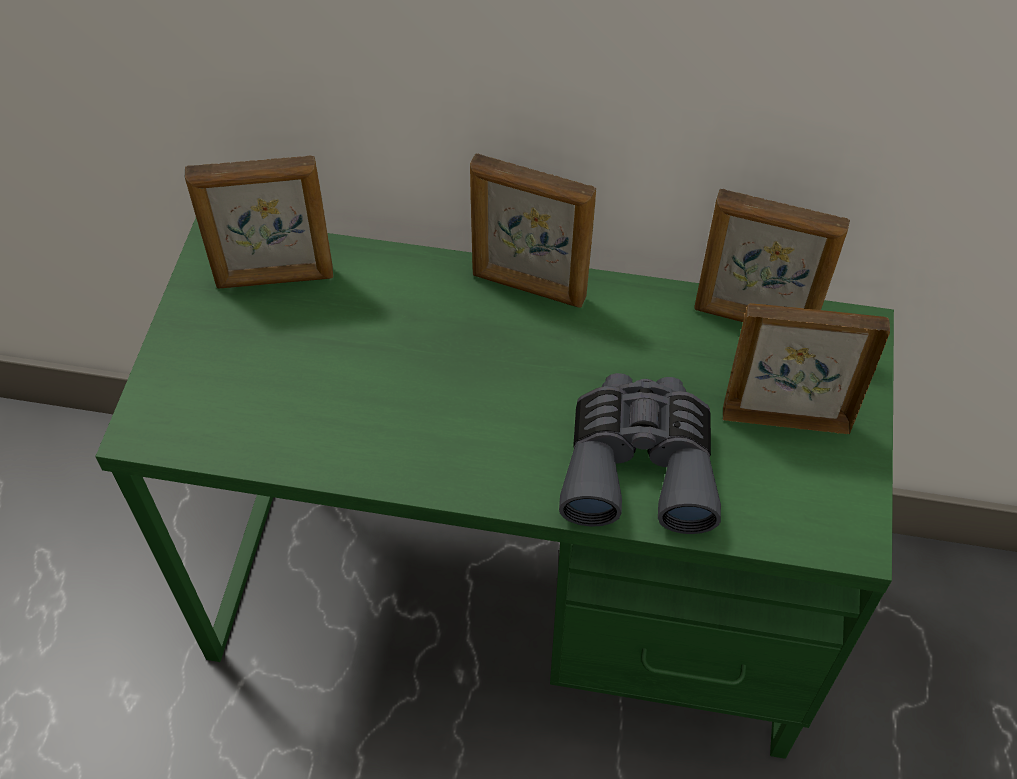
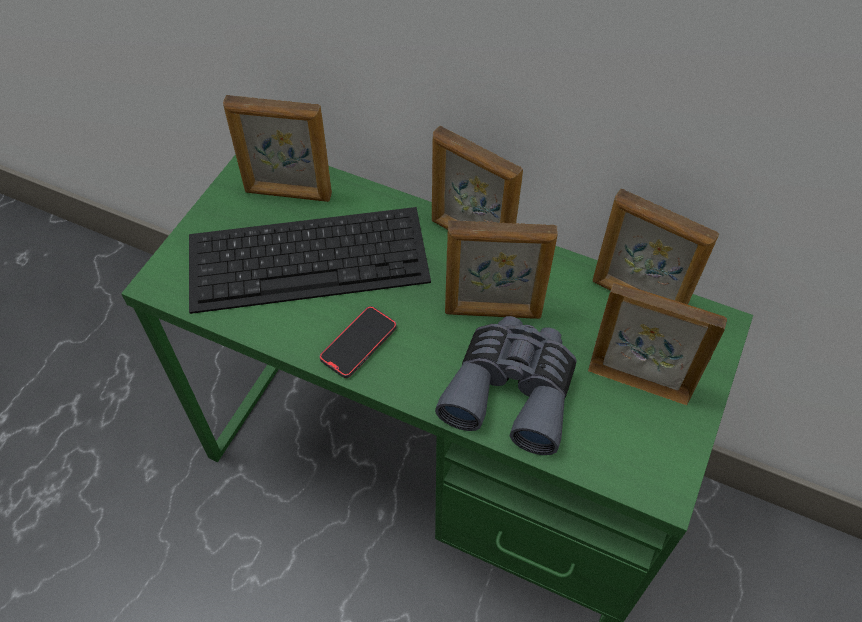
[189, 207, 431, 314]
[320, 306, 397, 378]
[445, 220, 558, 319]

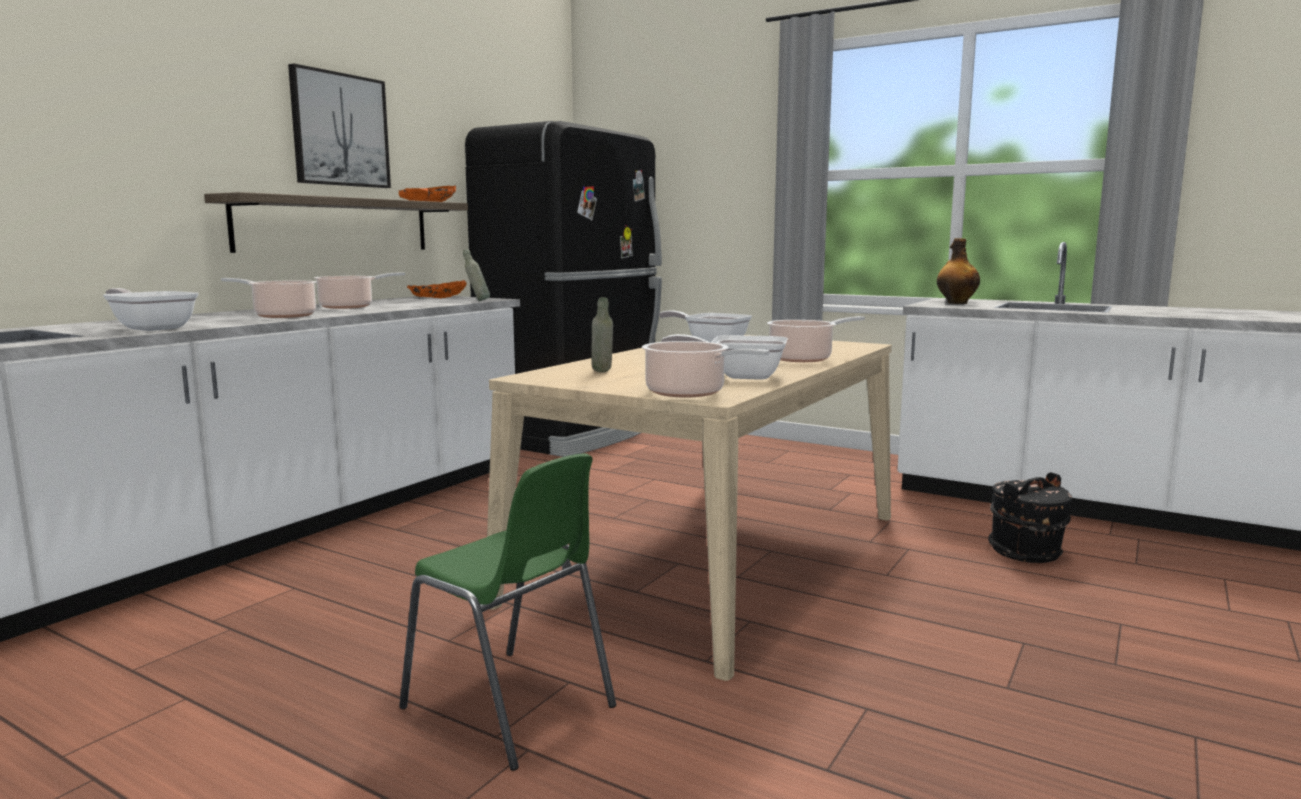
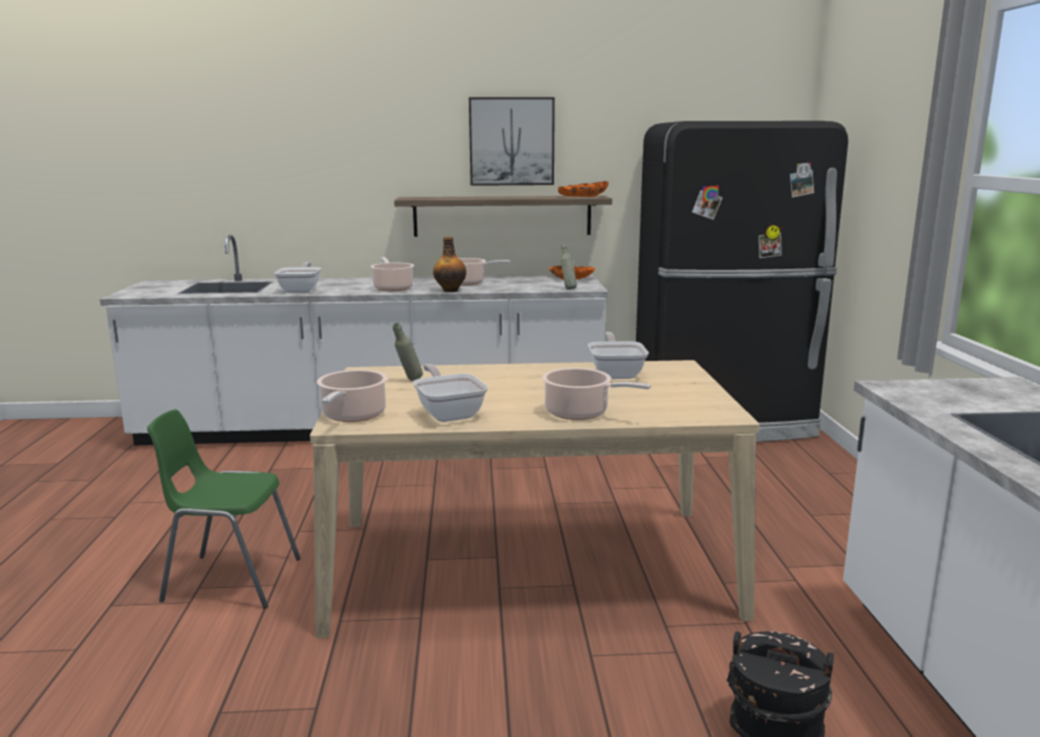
[433, 237, 466, 292]
[147, 409, 301, 609]

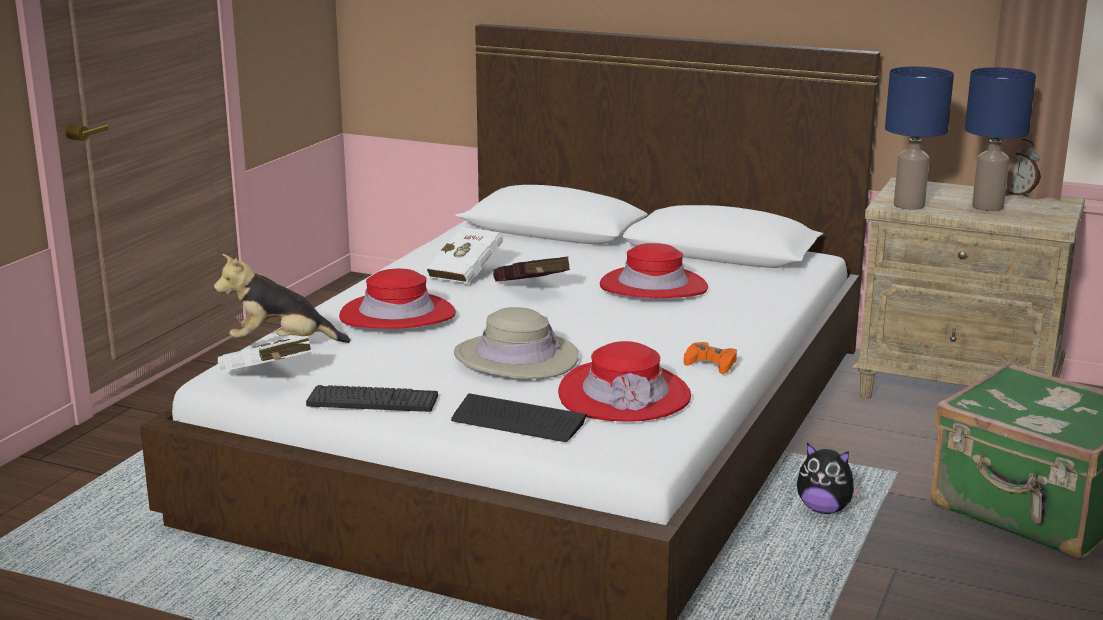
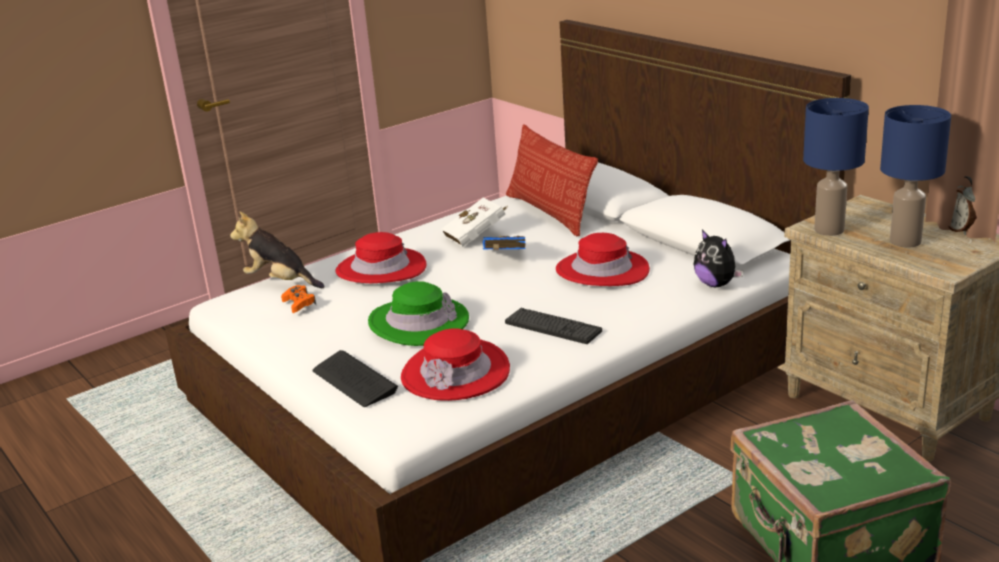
[218, 336, 312, 371] (first image)
[506, 125, 598, 236]
[505, 308, 602, 344]
[281, 285, 316, 313]
[694, 229, 743, 287]
[368, 281, 469, 346]
[483, 236, 525, 250]

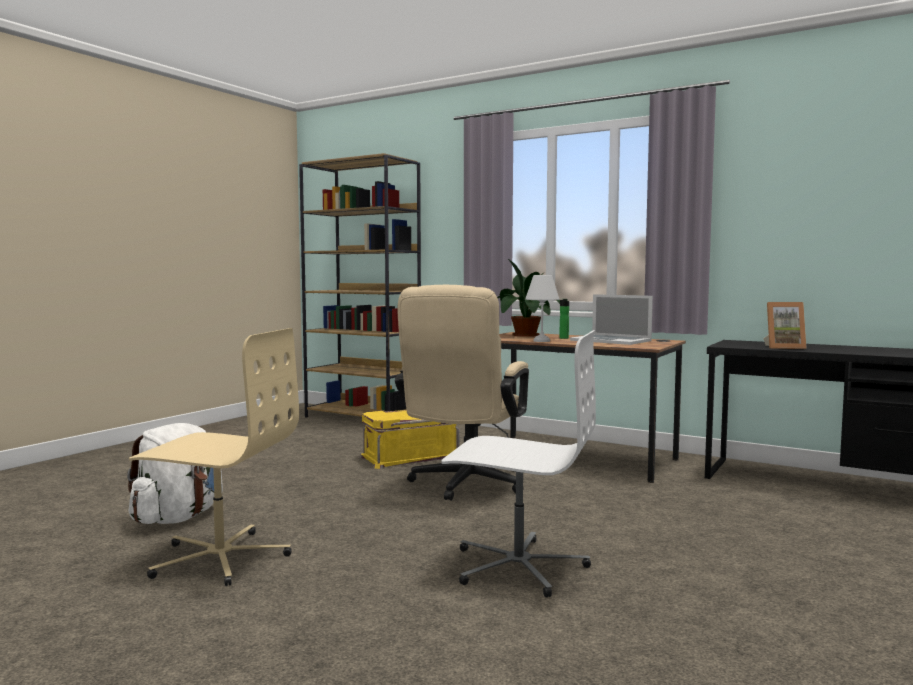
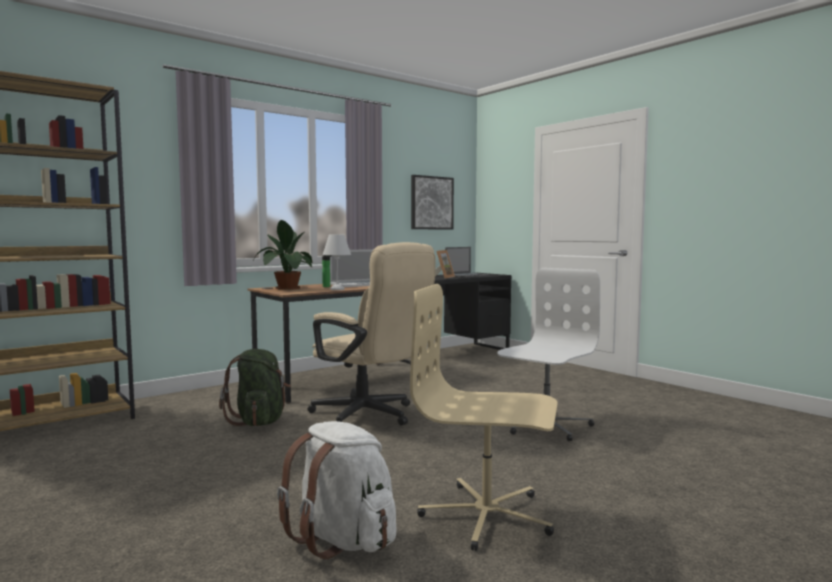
[411, 175, 454, 230]
[445, 247, 490, 278]
[219, 349, 291, 426]
[410, 284, 558, 551]

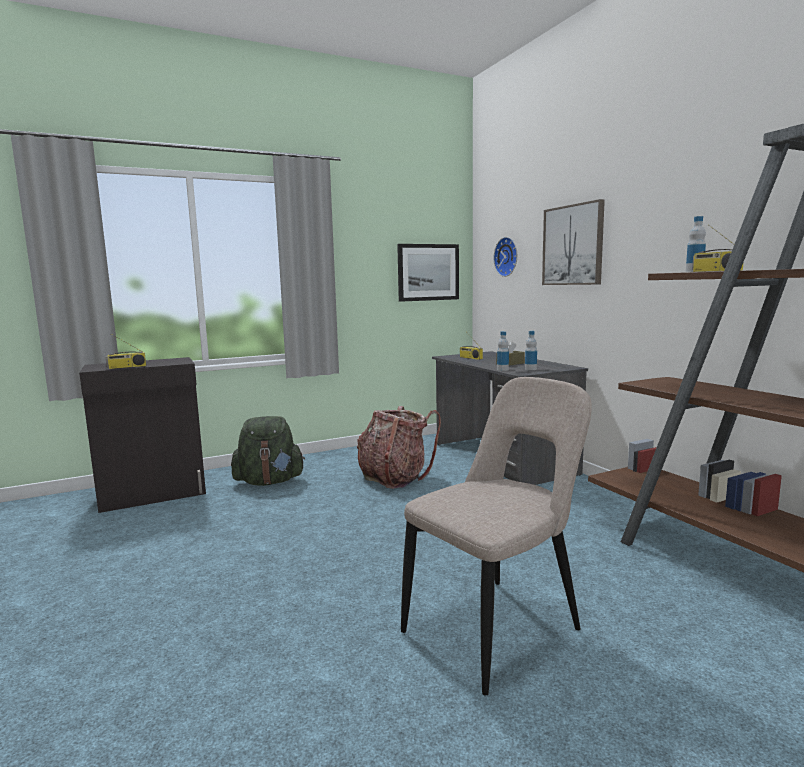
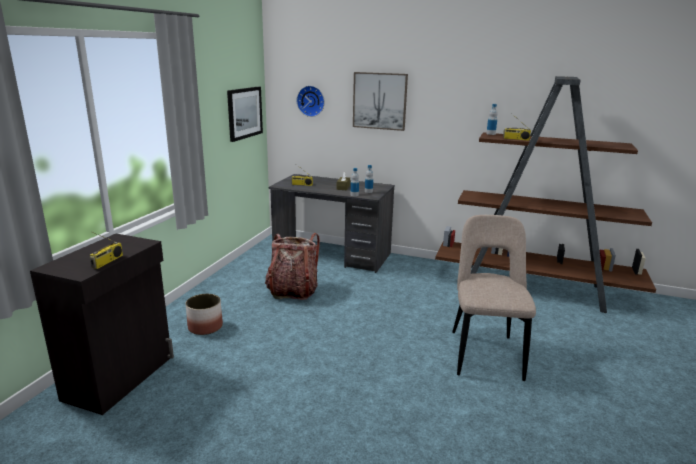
[186, 294, 223, 335]

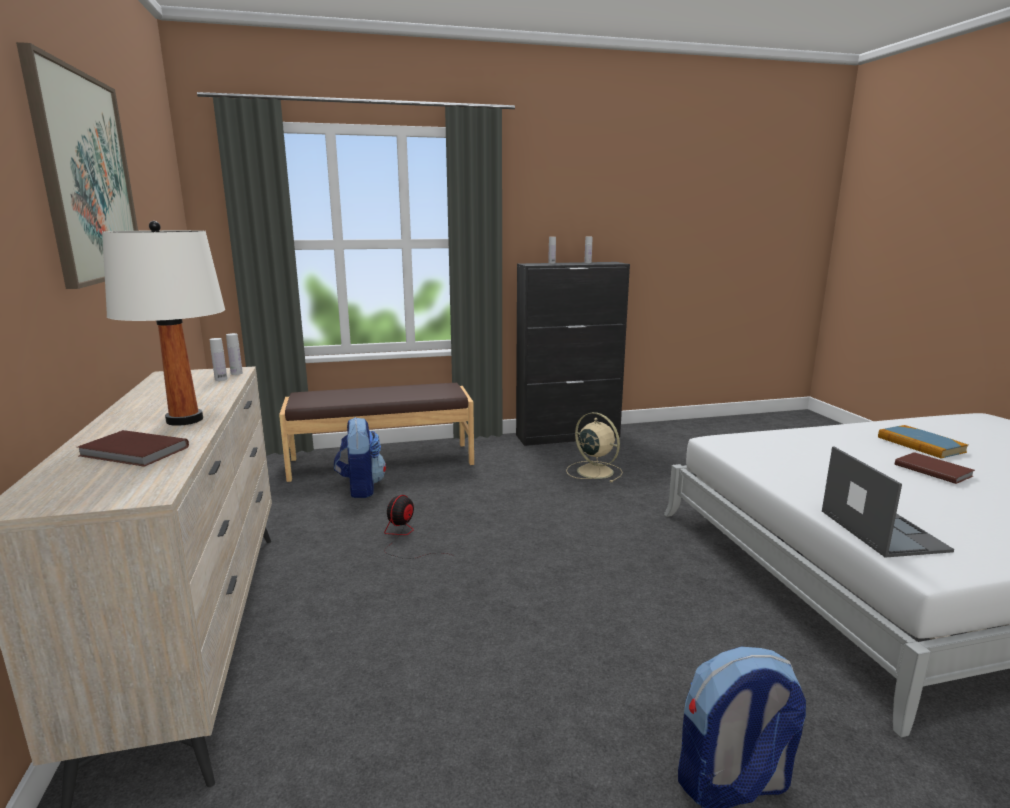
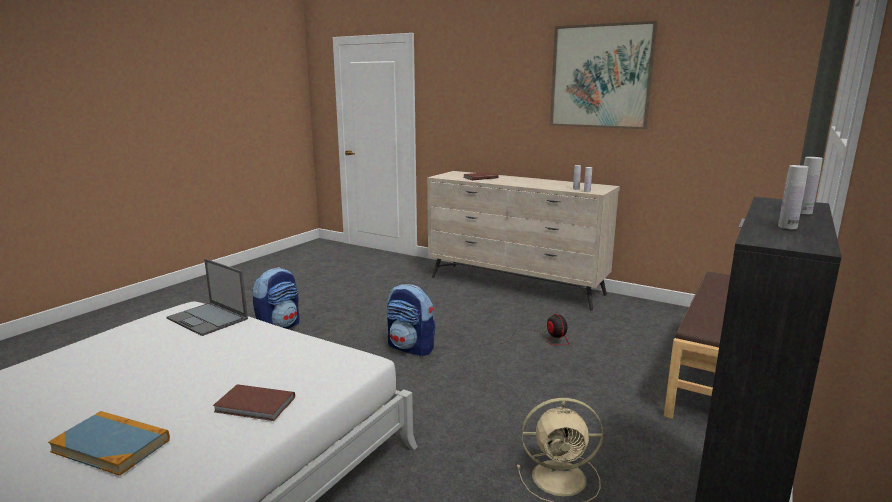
[102, 221, 225, 426] (first image)
[387, 284, 436, 356]
[213, 384, 295, 421]

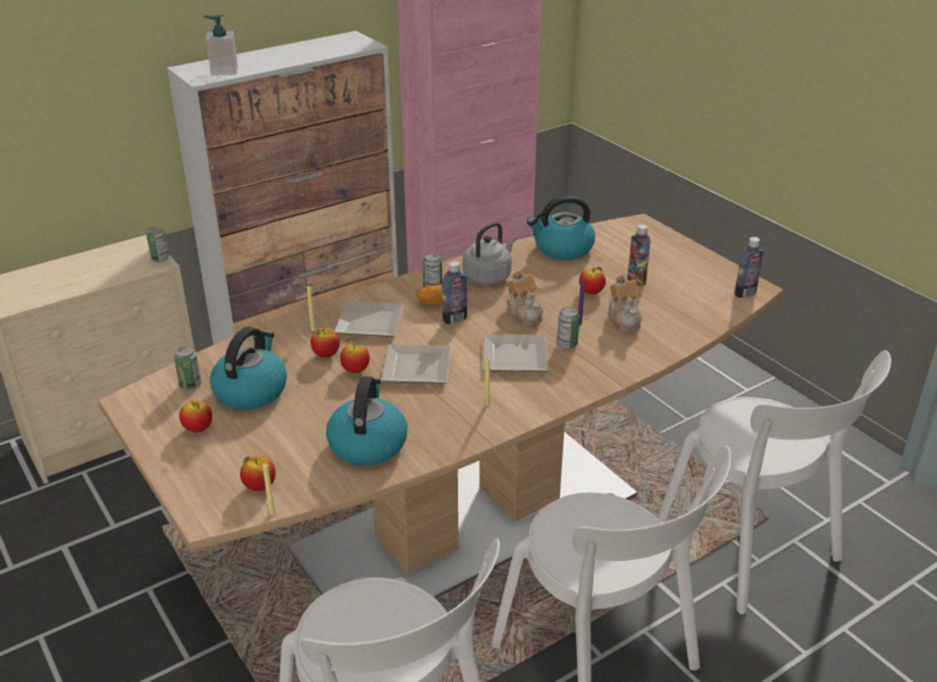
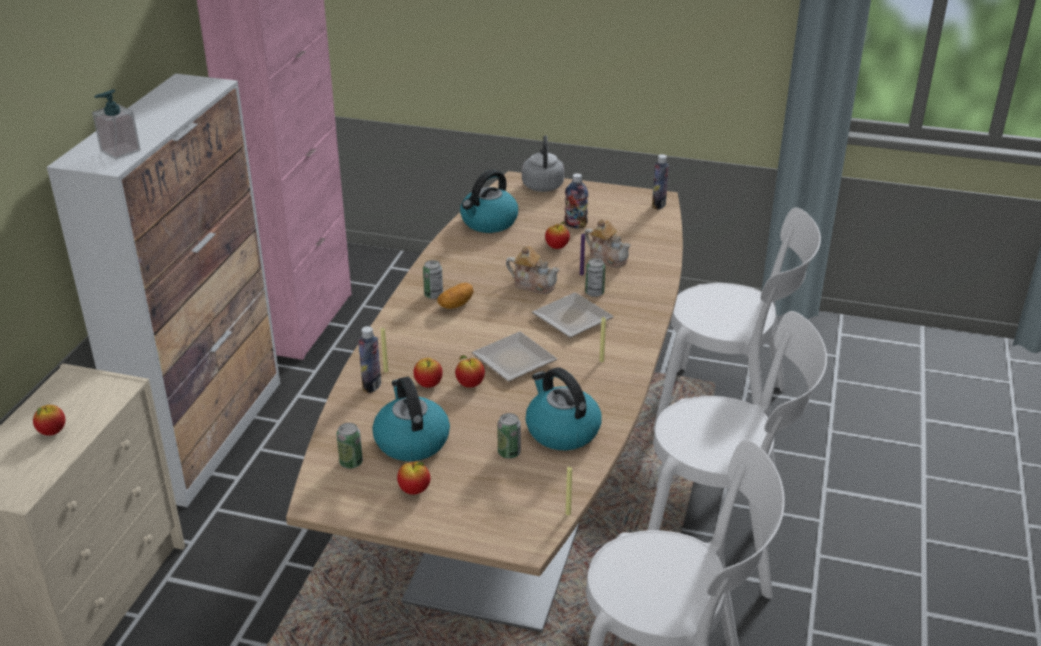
[335, 301, 404, 337] (first image)
[497, 413, 521, 459]
[33, 405, 65, 436]
[358, 326, 381, 393]
[522, 135, 564, 192]

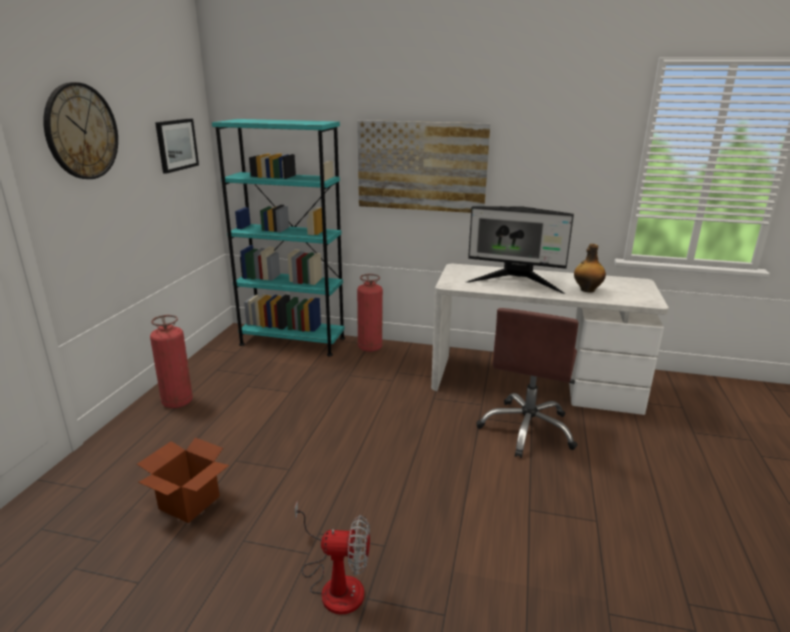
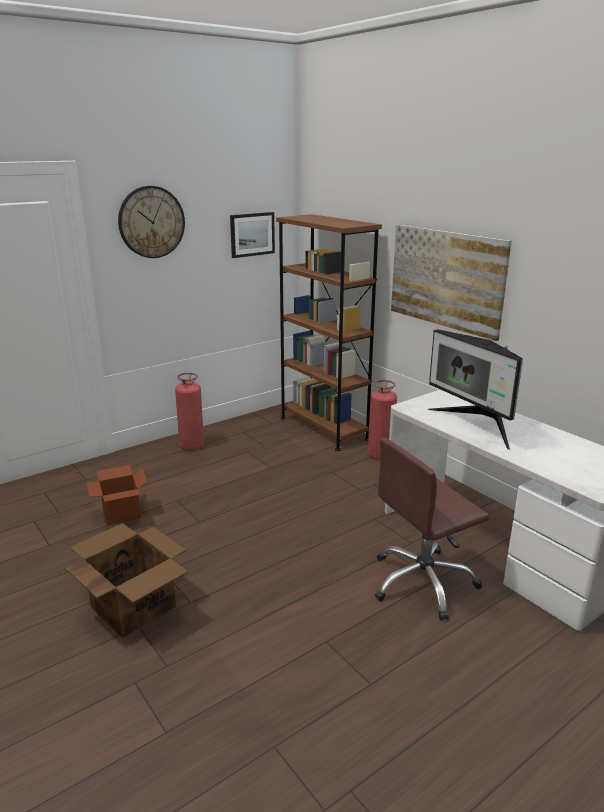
[574, 244, 606, 292] (first image)
[66, 523, 188, 638]
[276, 214, 382, 451]

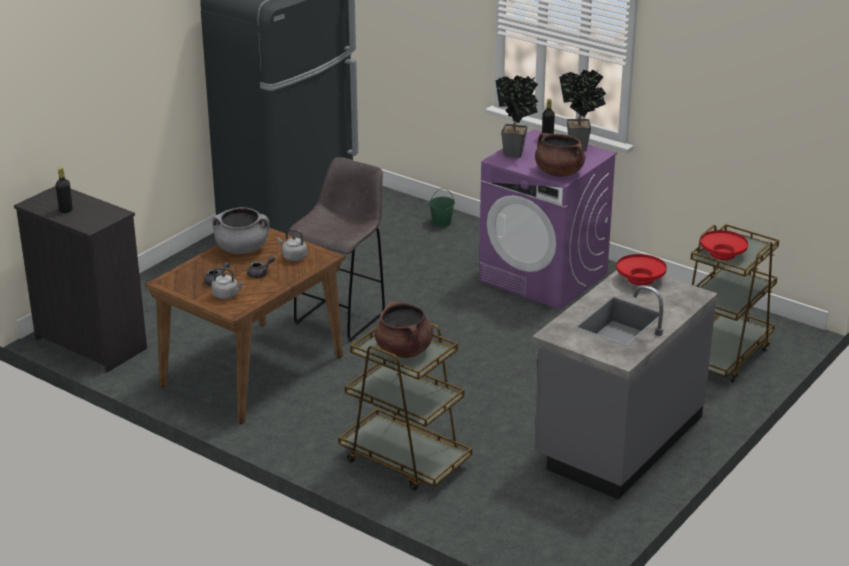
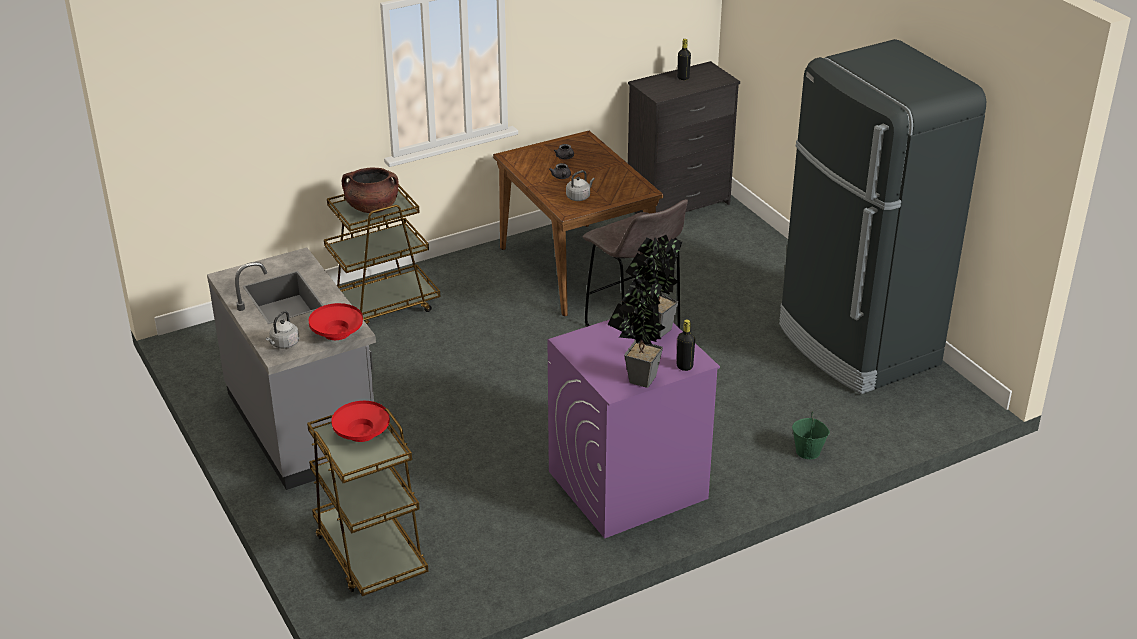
[212, 207, 270, 254] (first image)
[535, 133, 585, 177] (first image)
[266, 311, 299, 349]

